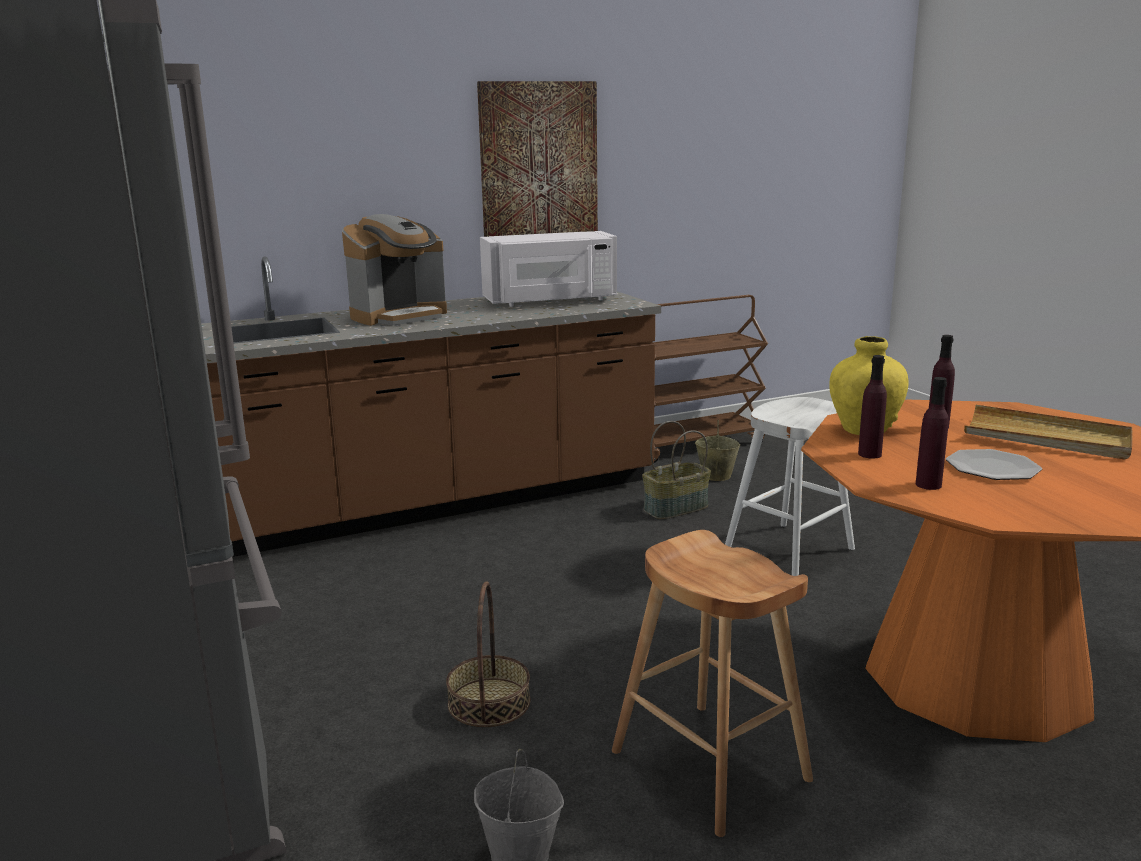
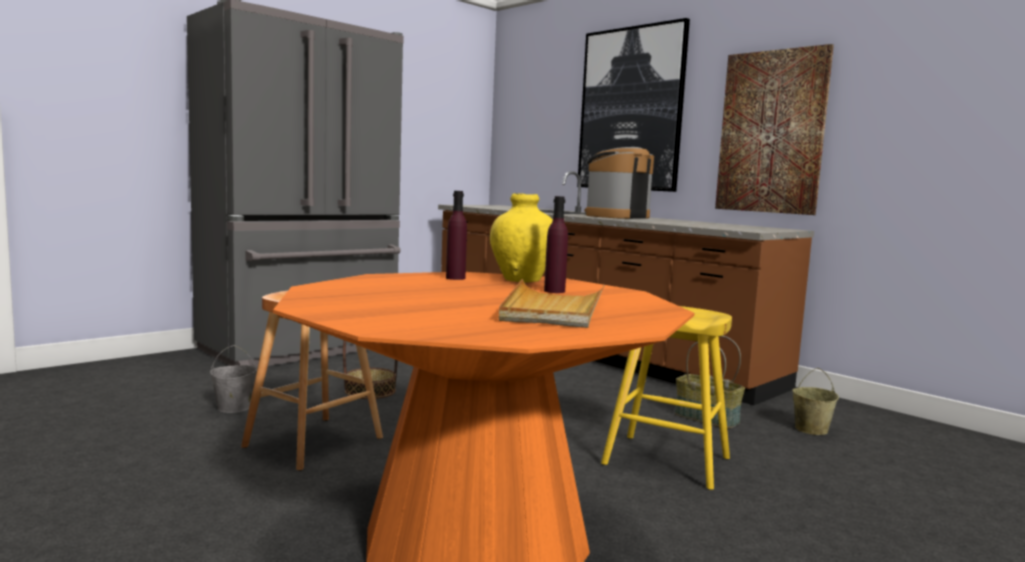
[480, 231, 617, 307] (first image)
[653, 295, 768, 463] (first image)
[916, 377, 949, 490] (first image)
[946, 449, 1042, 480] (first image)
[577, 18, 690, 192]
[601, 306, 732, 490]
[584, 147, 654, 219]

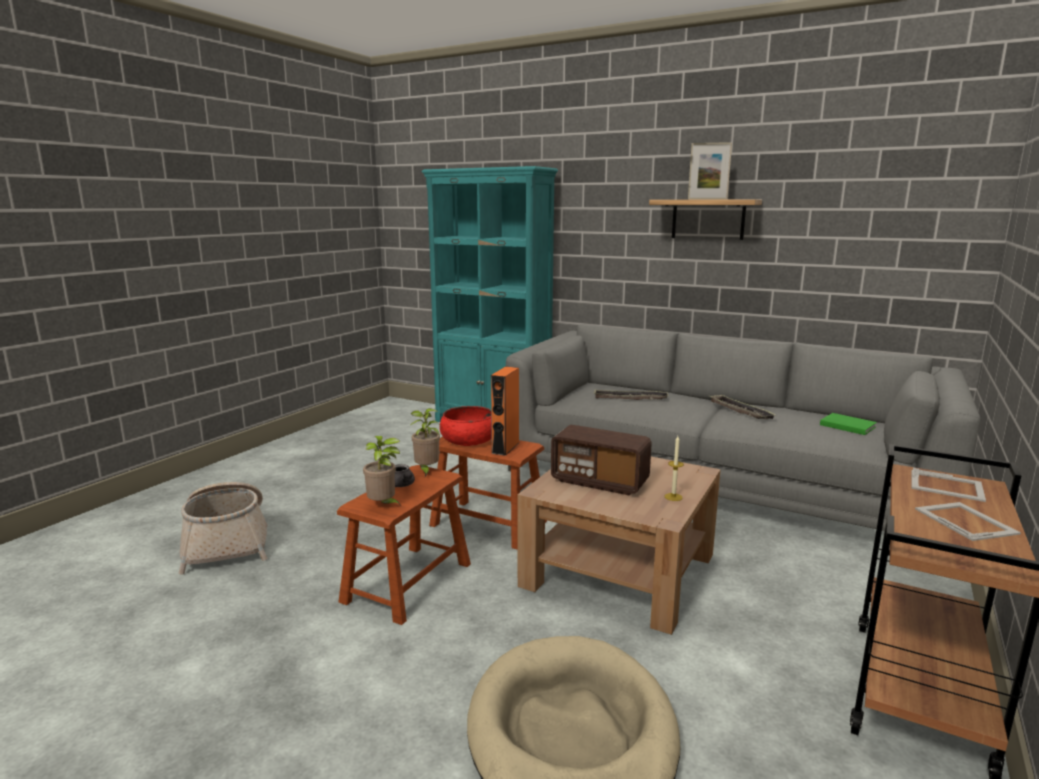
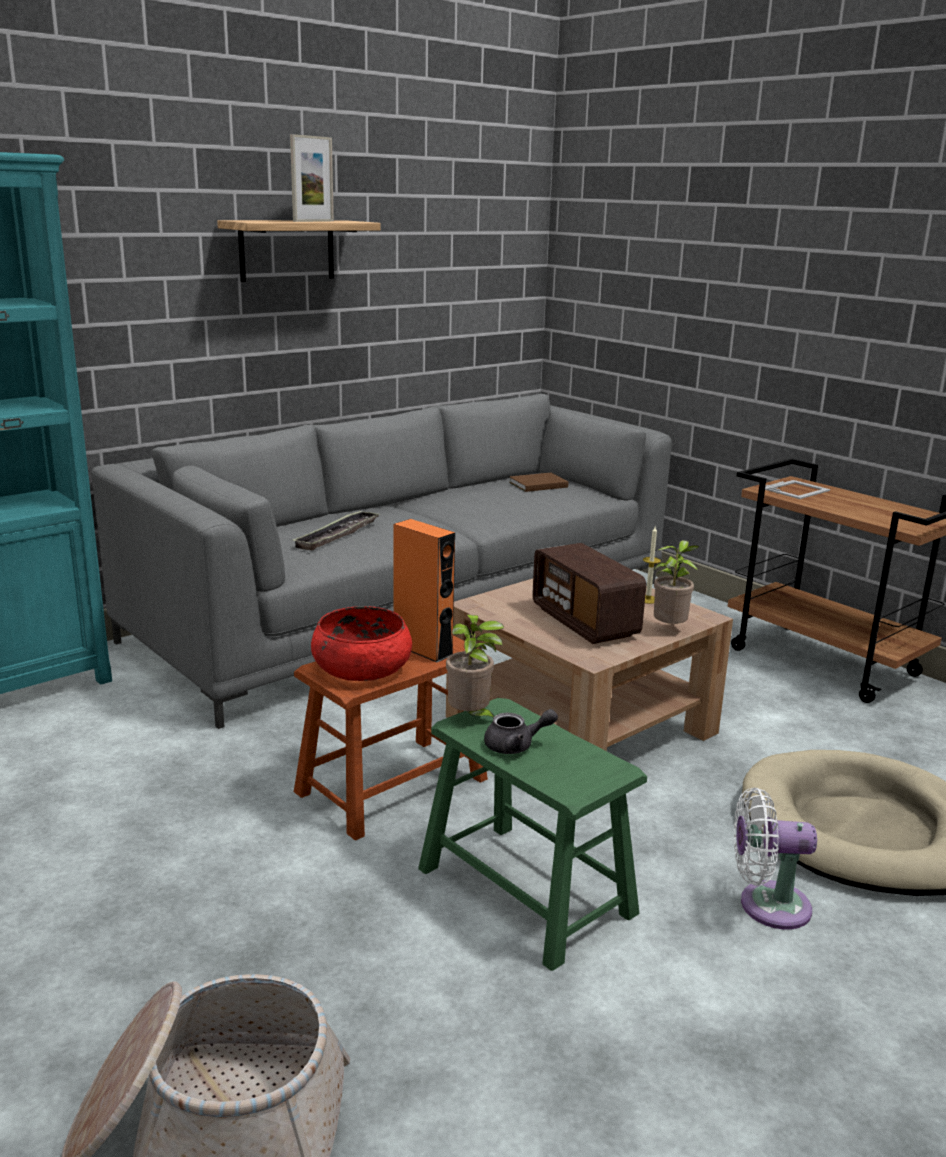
[709, 394, 775, 419] (first image)
[915, 502, 1021, 541] (first image)
[734, 788, 817, 930]
[654, 540, 699, 624]
[418, 698, 647, 971]
[509, 473, 568, 492]
[532, 543, 646, 644]

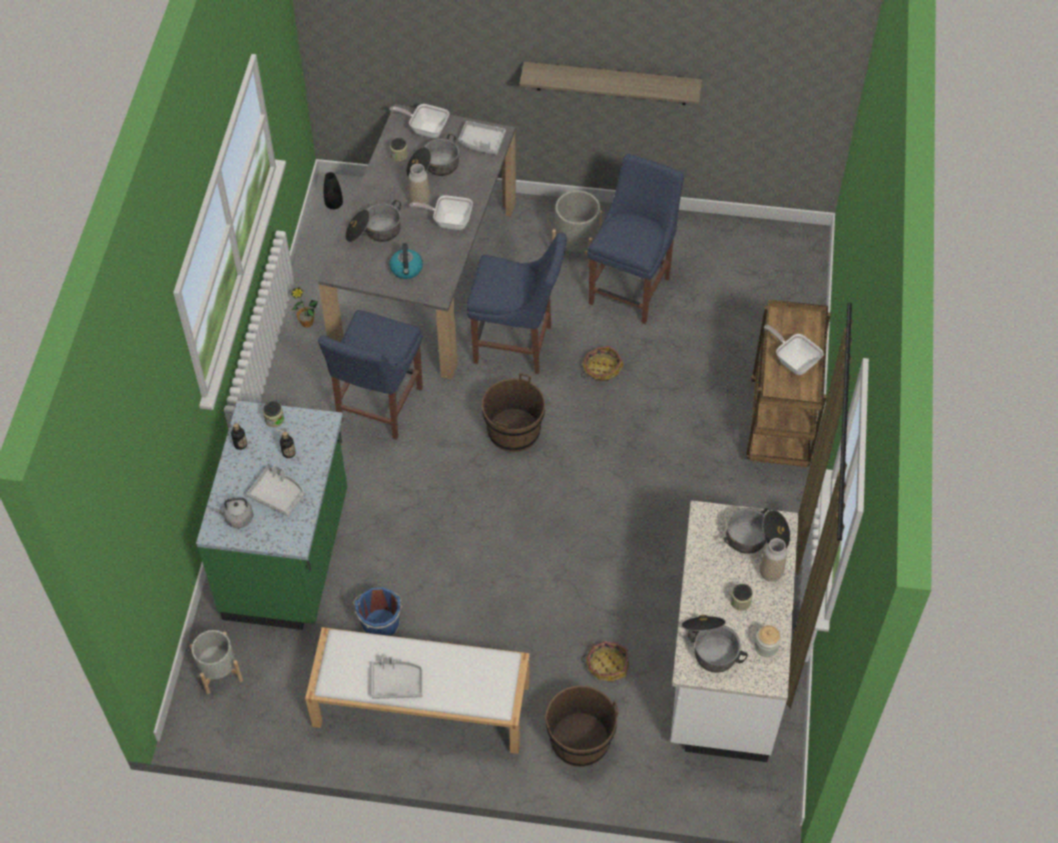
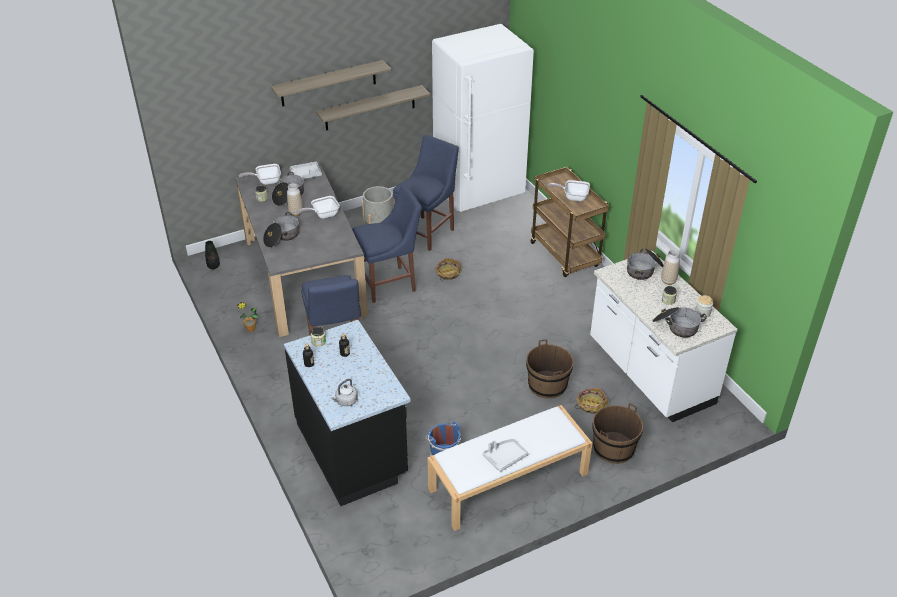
[189, 630, 243, 694] (first image)
[247, 465, 305, 516] (first image)
[389, 243, 423, 279] (first image)
[271, 60, 391, 107]
[432, 24, 534, 212]
[526, 339, 574, 399]
[284, 320, 411, 506]
[393, 135, 459, 251]

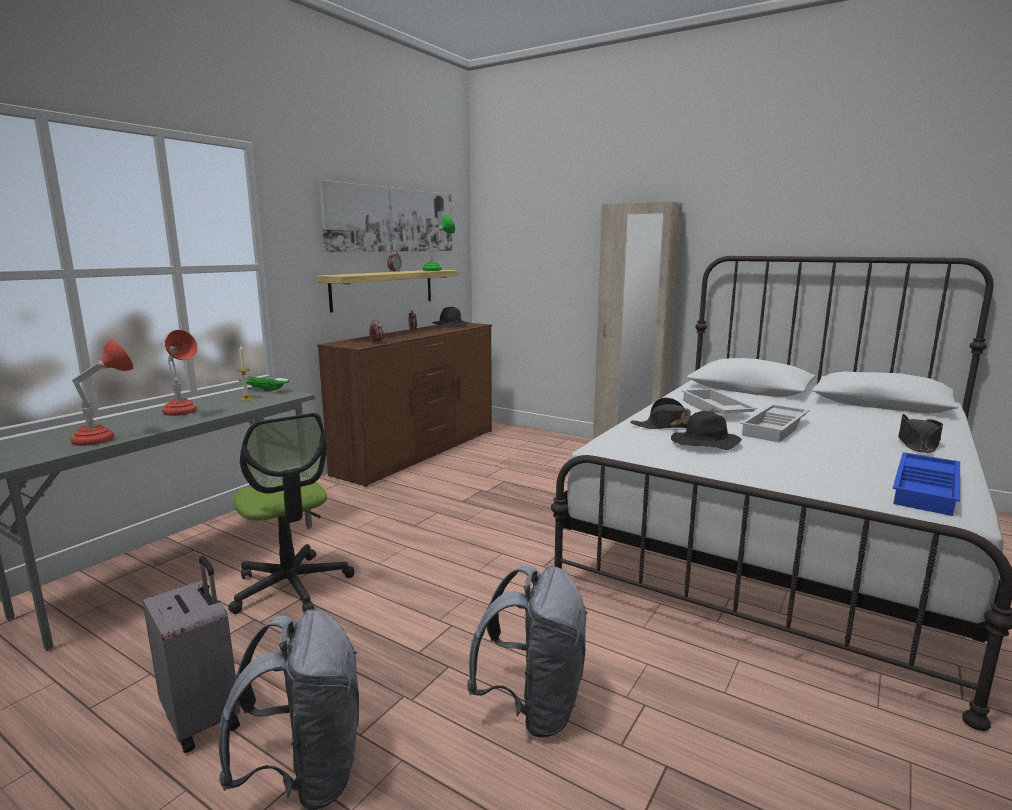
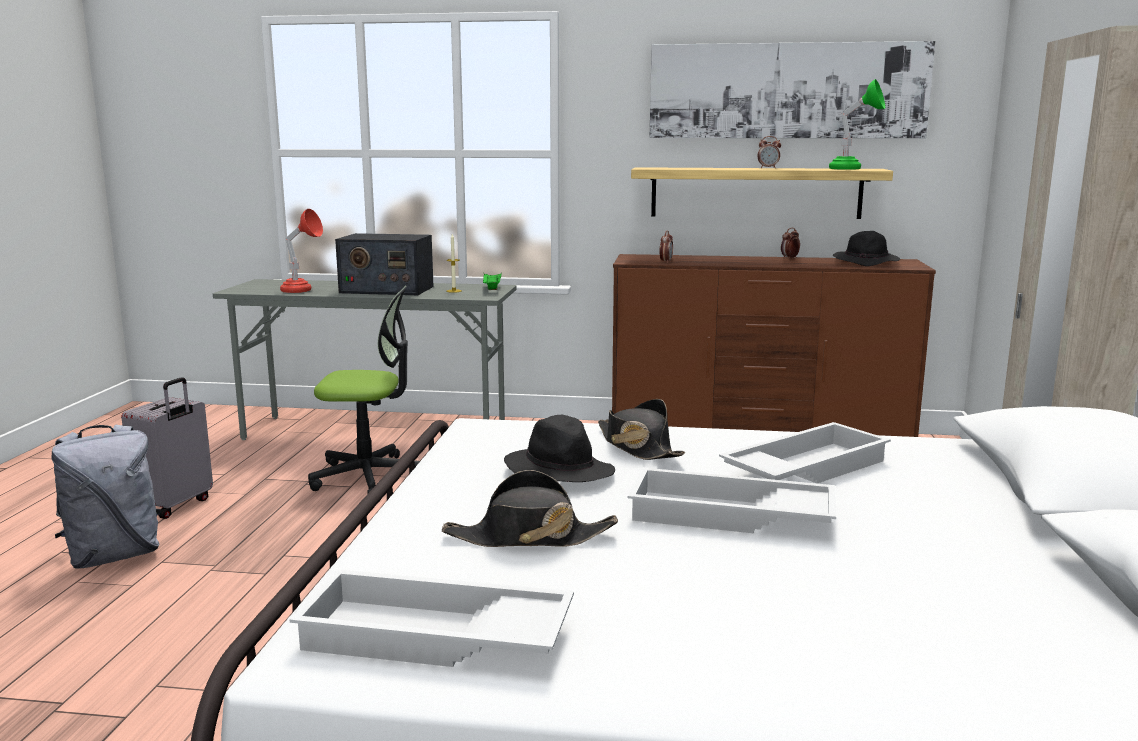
[467, 565, 588, 738] (first image)
[442, 470, 618, 547]
[335, 233, 434, 295]
[289, 569, 574, 667]
[308, 286, 420, 494]

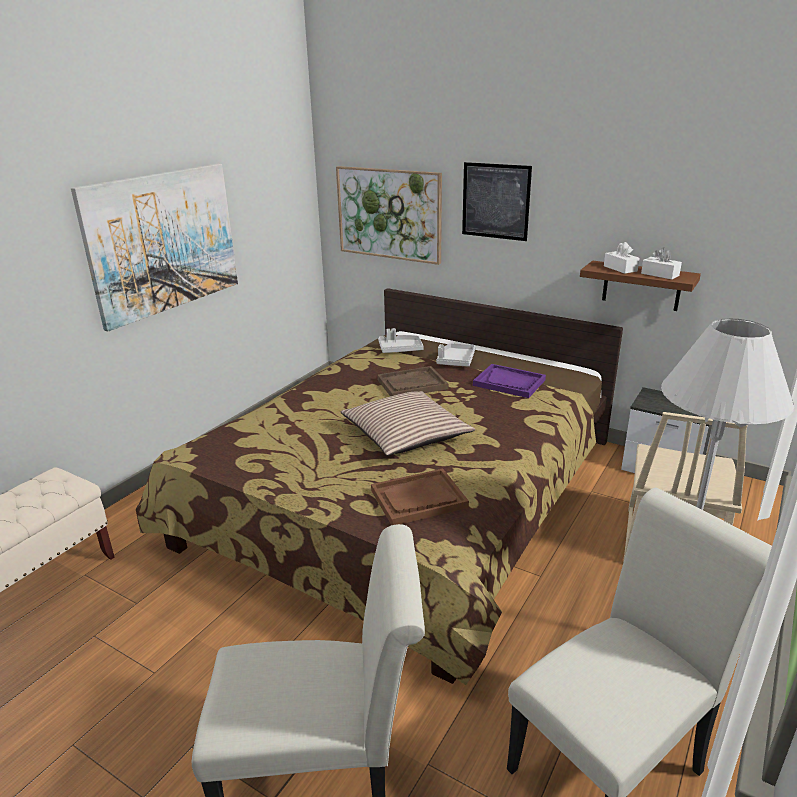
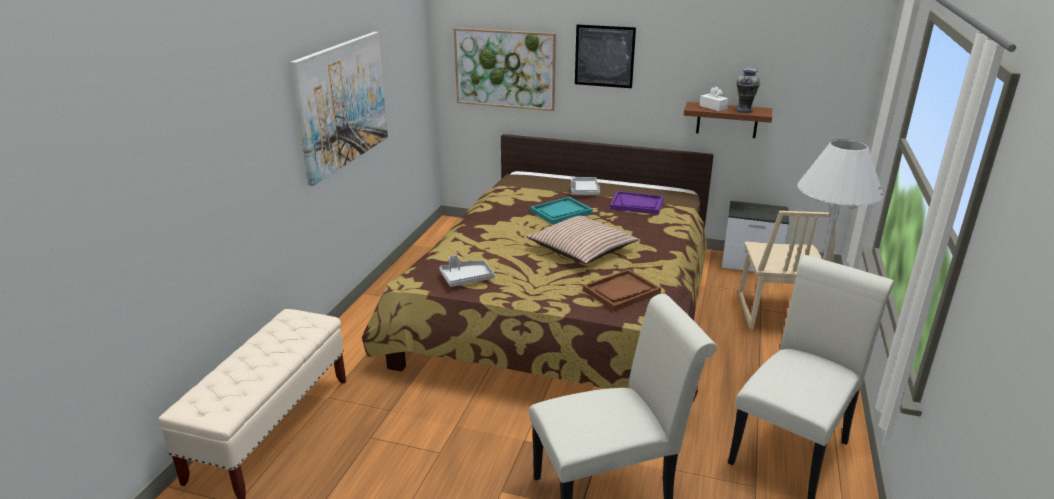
[439, 255, 495, 287]
[736, 68, 760, 113]
[530, 197, 593, 225]

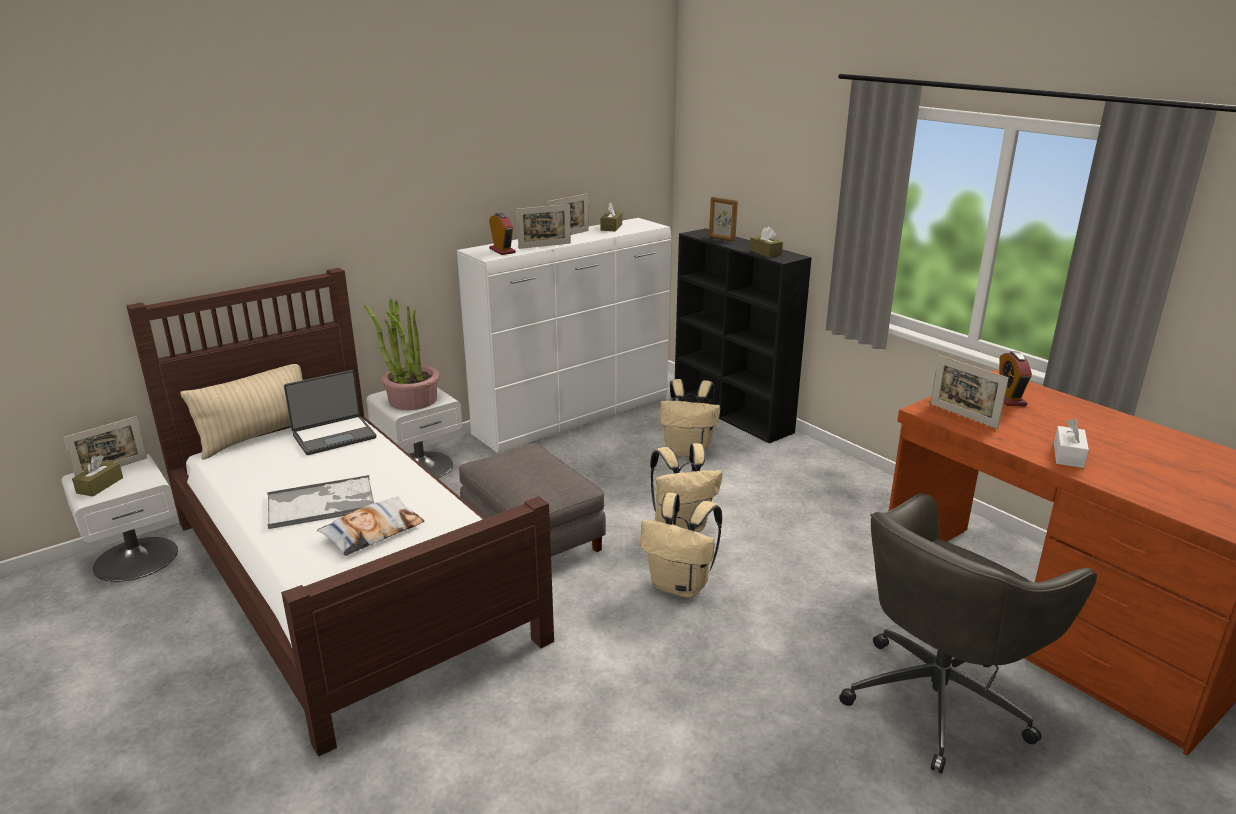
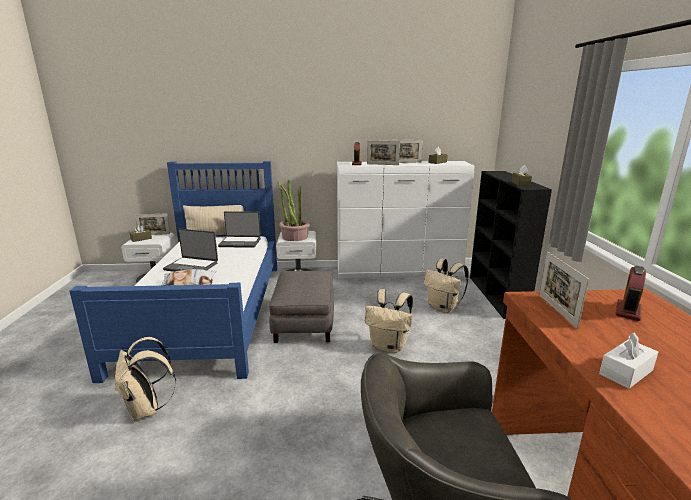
[709, 197, 738, 242] (first image)
[115, 337, 176, 421]
[163, 229, 218, 272]
[70, 161, 277, 383]

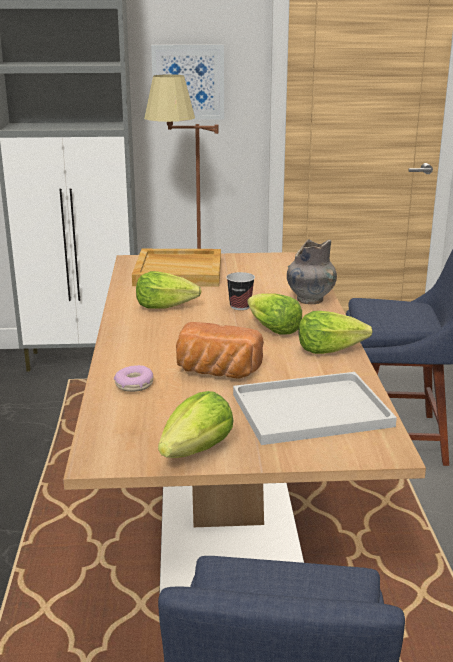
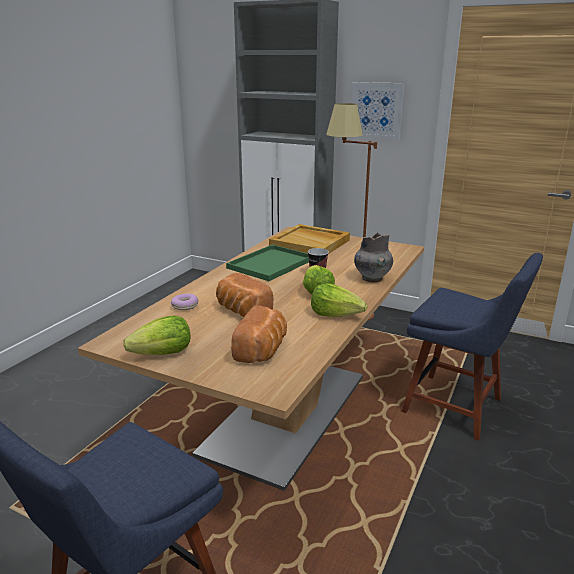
[226, 245, 309, 281]
[231, 305, 287, 363]

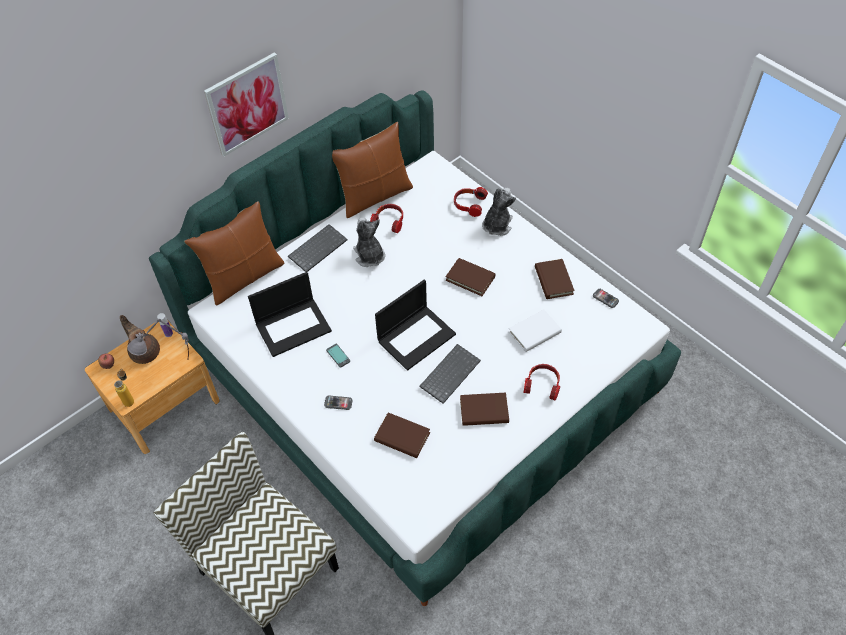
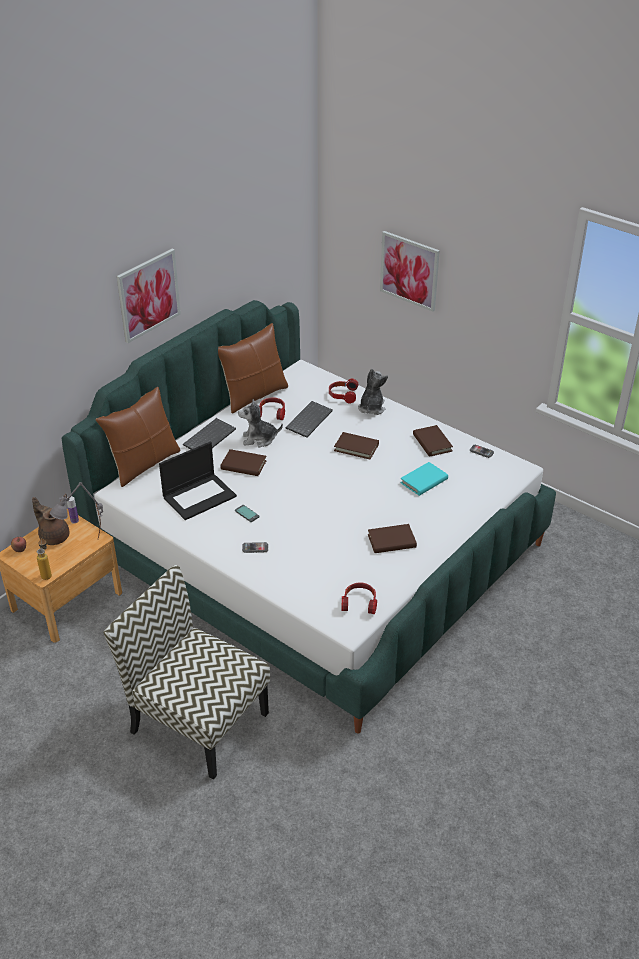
[375, 280, 456, 371] (first image)
[380, 231, 440, 312]
[221, 449, 267, 476]
[286, 401, 333, 438]
[341, 583, 377, 614]
[400, 462, 448, 496]
[238, 399, 283, 447]

